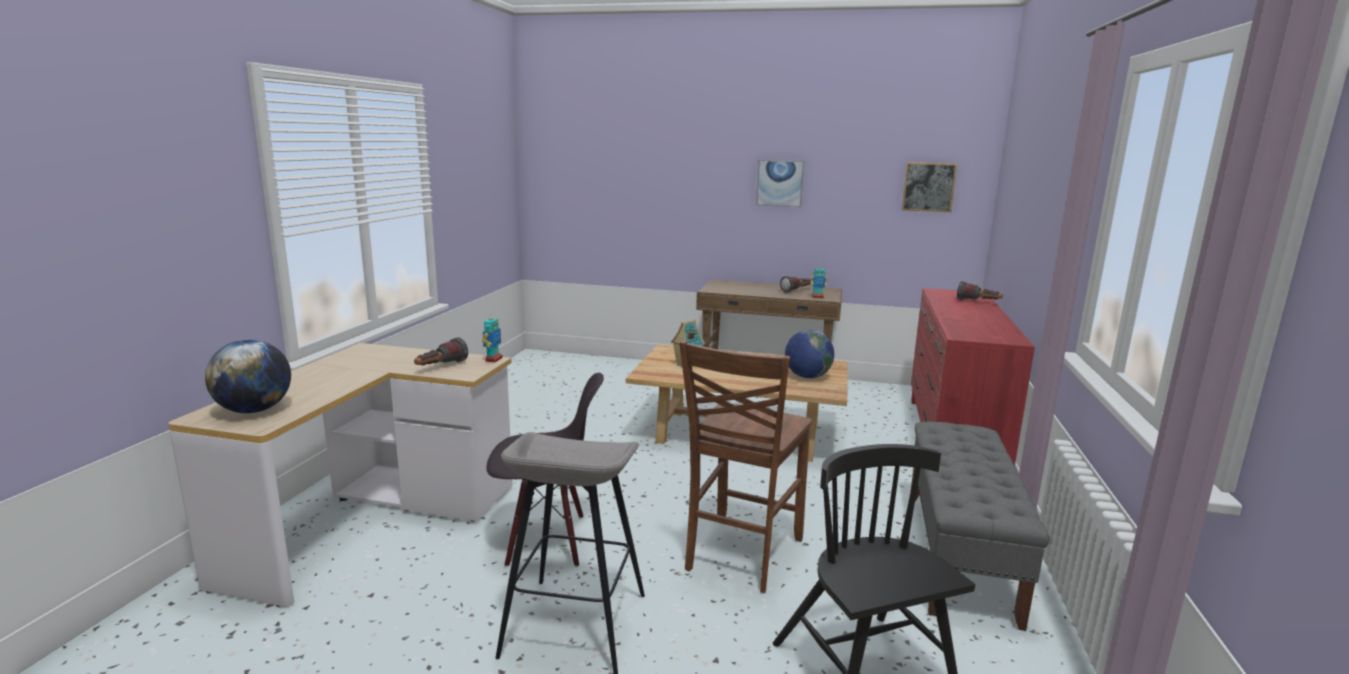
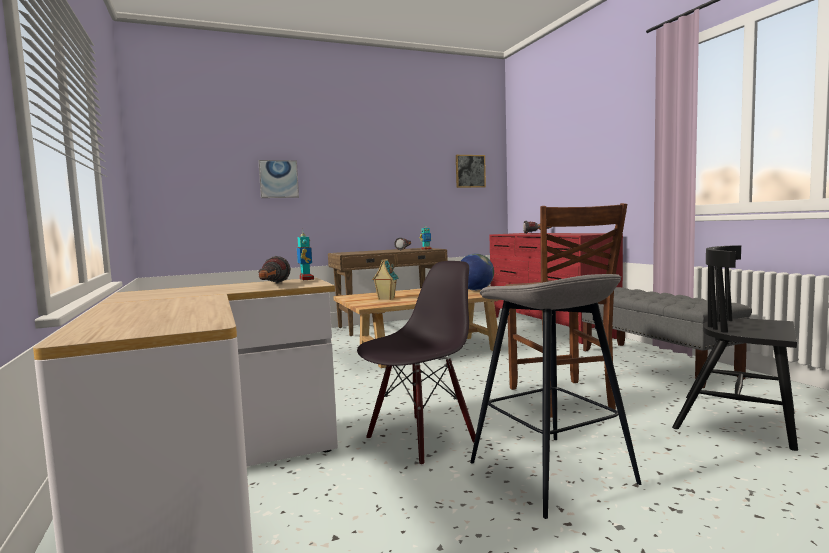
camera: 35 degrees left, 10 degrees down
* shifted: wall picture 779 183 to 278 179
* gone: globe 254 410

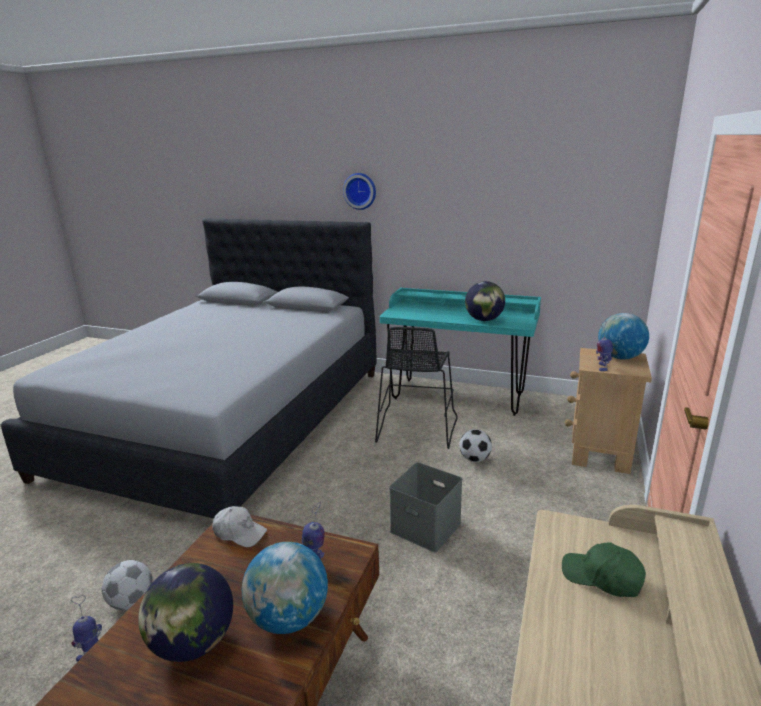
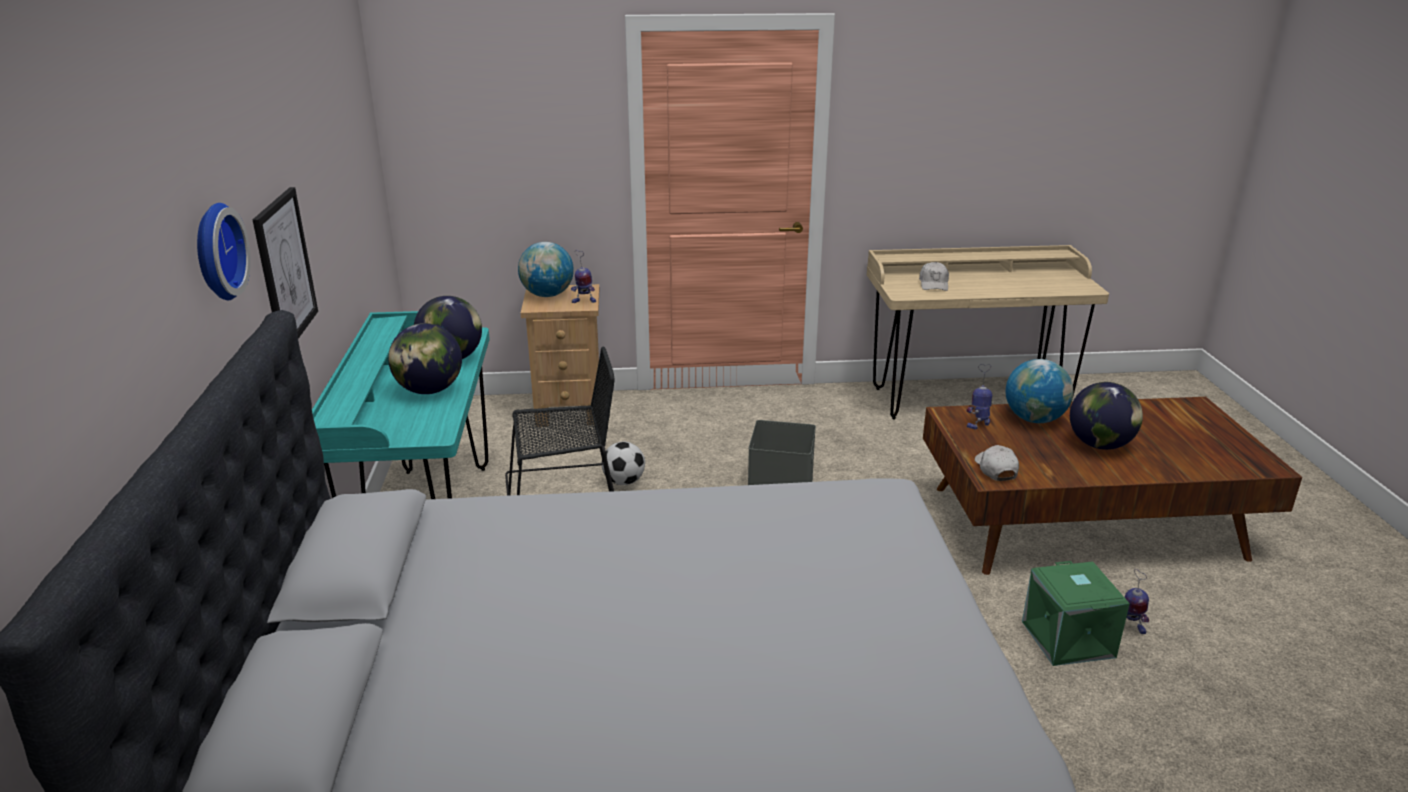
camera: 115 degrees left, 5 degrees up
* new: wall picture 285 269
* new: globe 429 390
* repainted: green-coloured cap 602 577 to white cap 934 284
* swapped: football ball 132 602 to green-coloured storage container 1066 639

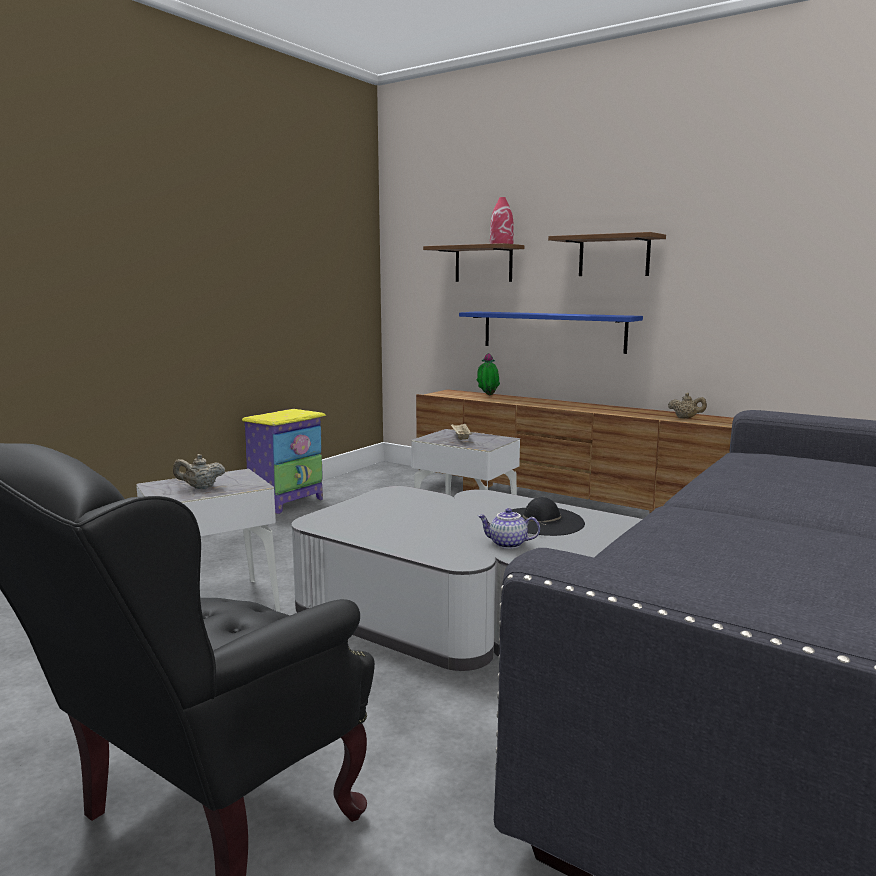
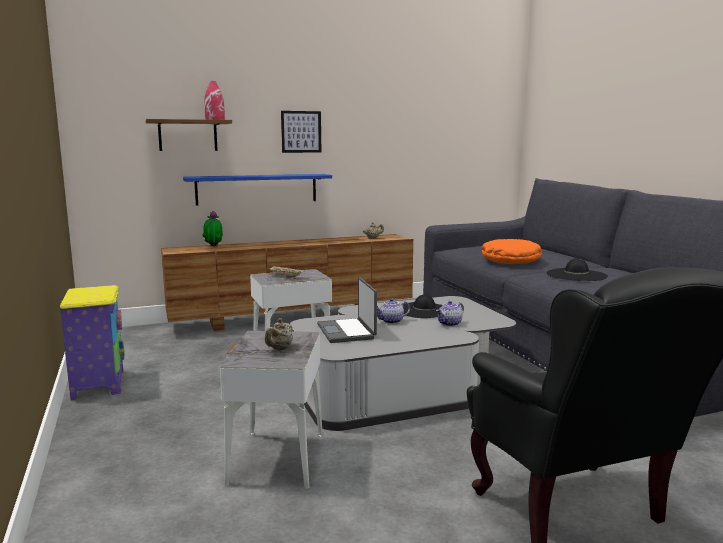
camera: 55 degrees left, 0 degrees up
* swapped: brown bracket shelf 614 256 to wall picture 301 132
* new: notebook computer 347 332
* new: tea pot 391 321
* new: orange-coloured throw pillow 510 261
* new: blackish wearable hat 576 275

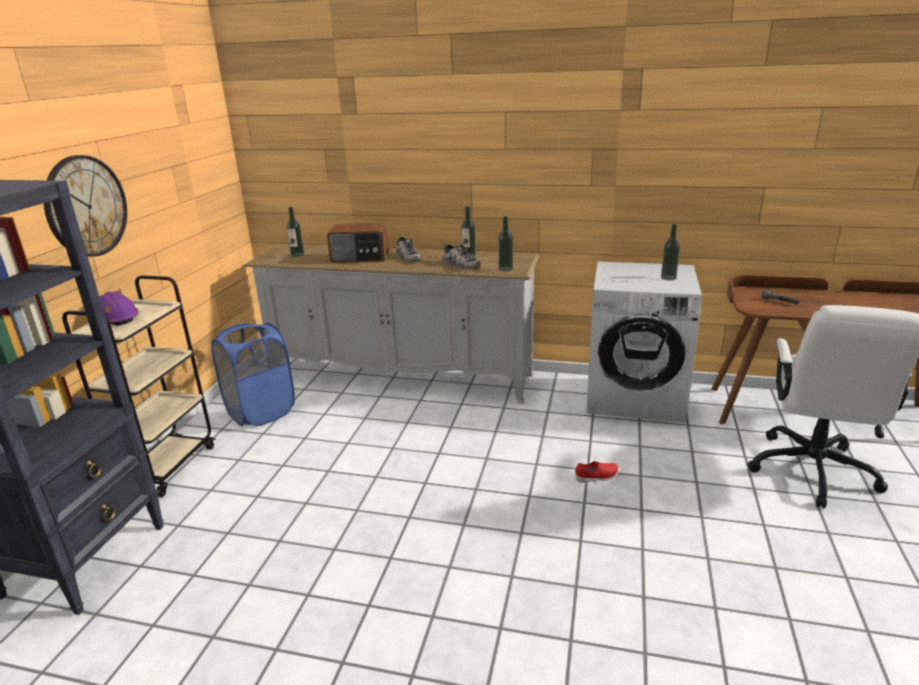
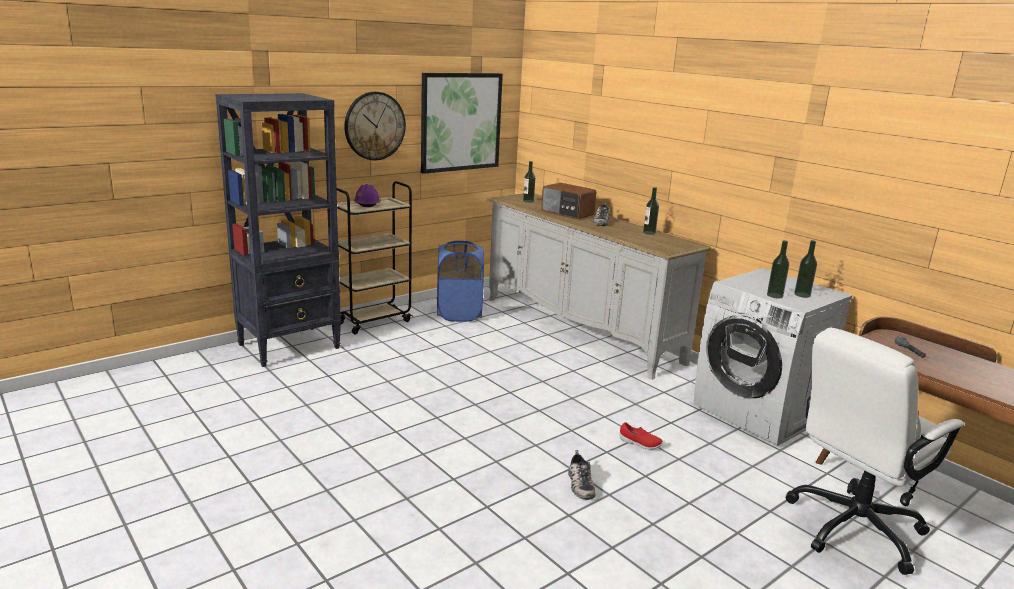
camera: 35 degrees right, 5 degrees down
* new: wall picture 460 122
* shifted: item of footwear 459 264 to 579 483
* shifted: bottle 505 269 to 774 295

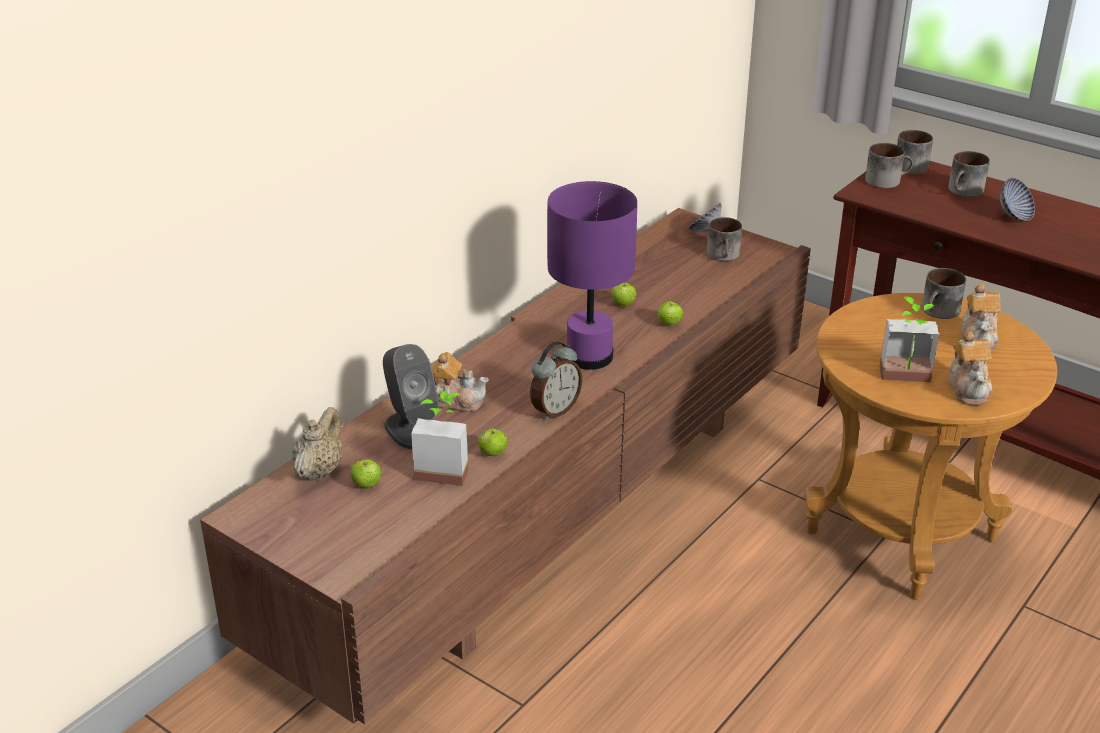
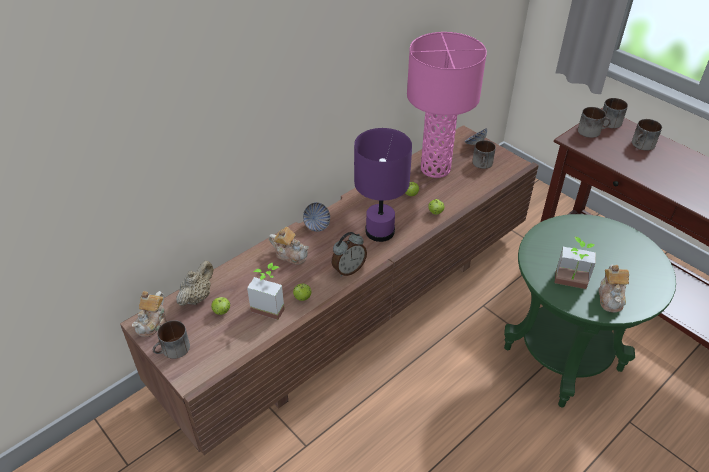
camera: 10 degrees right, 10 degrees up
* shifted: tea pot 978 339 to 153 322
* shifted: coffee mug 939 312 to 173 350
* shifted: bowl 1014 216 to 316 225
* new: pinkish table lamp 435 168
* repainted: brown accent table 901 535 to green-coloured accent table 562 358
* gone: gray speaker 411 429

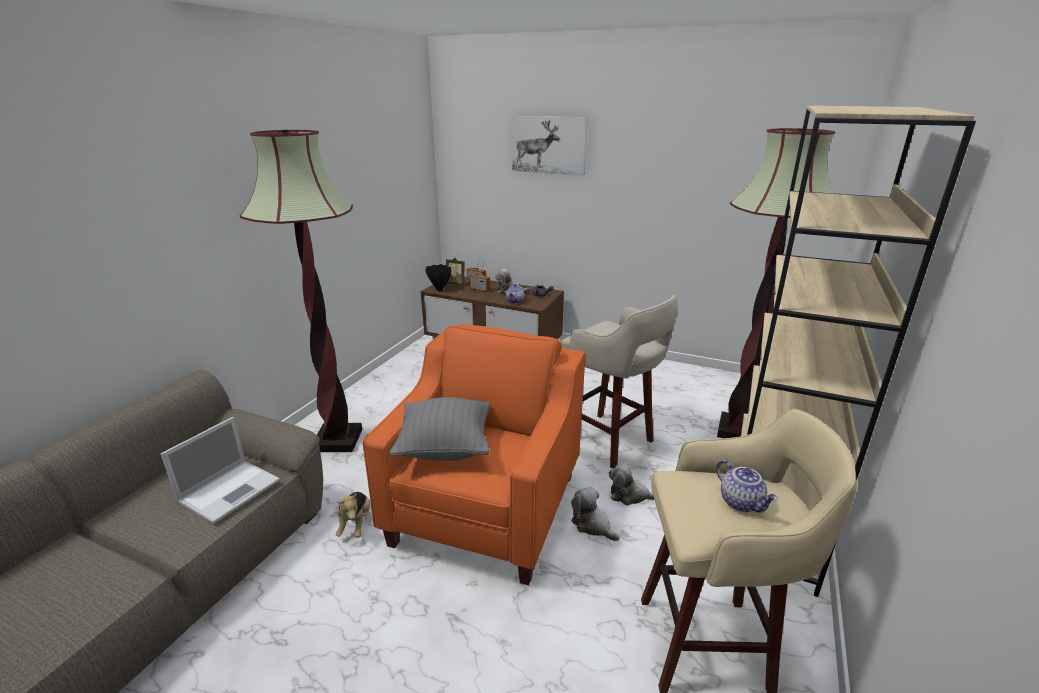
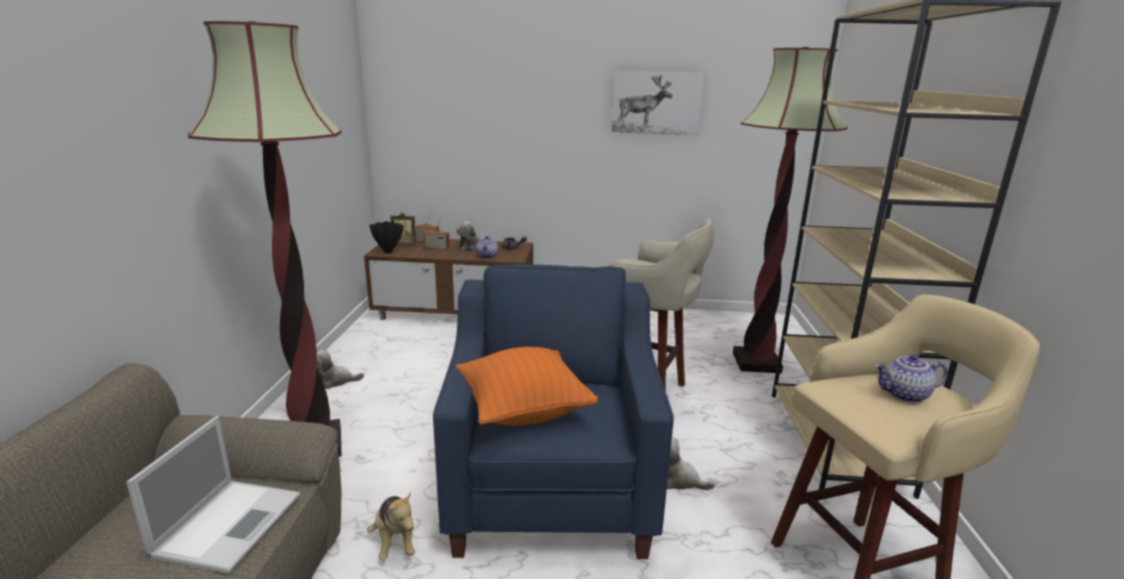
camera: 20 degrees left, 5 degrees down
* shifted: plush toy 630 495 to 334 381
* repainted: orange-coloured armchair 487 509 to blue armchair 551 487
* repainted: gray throw pillow 445 448 to orange-coloured throw pillow 523 411
* shifted: wall picture 549 145 to 656 102
* rotated: tea pot 742 502 = 905 395 135 degrees clockwise

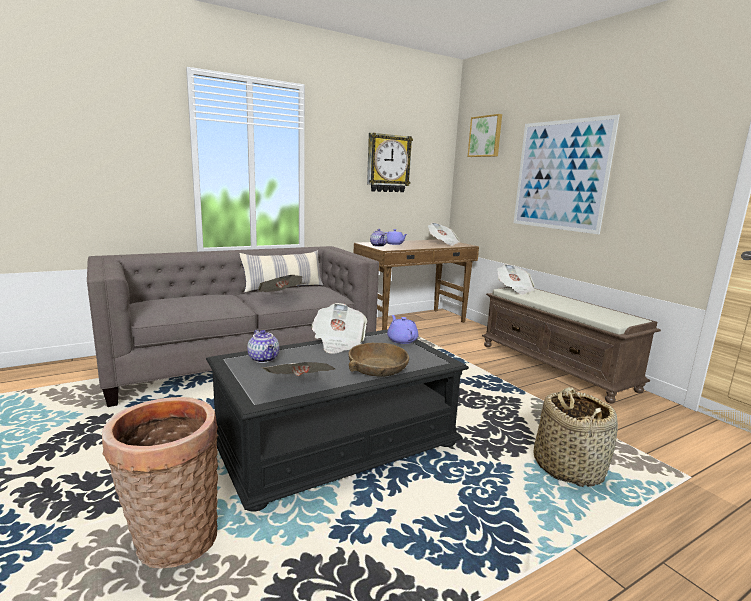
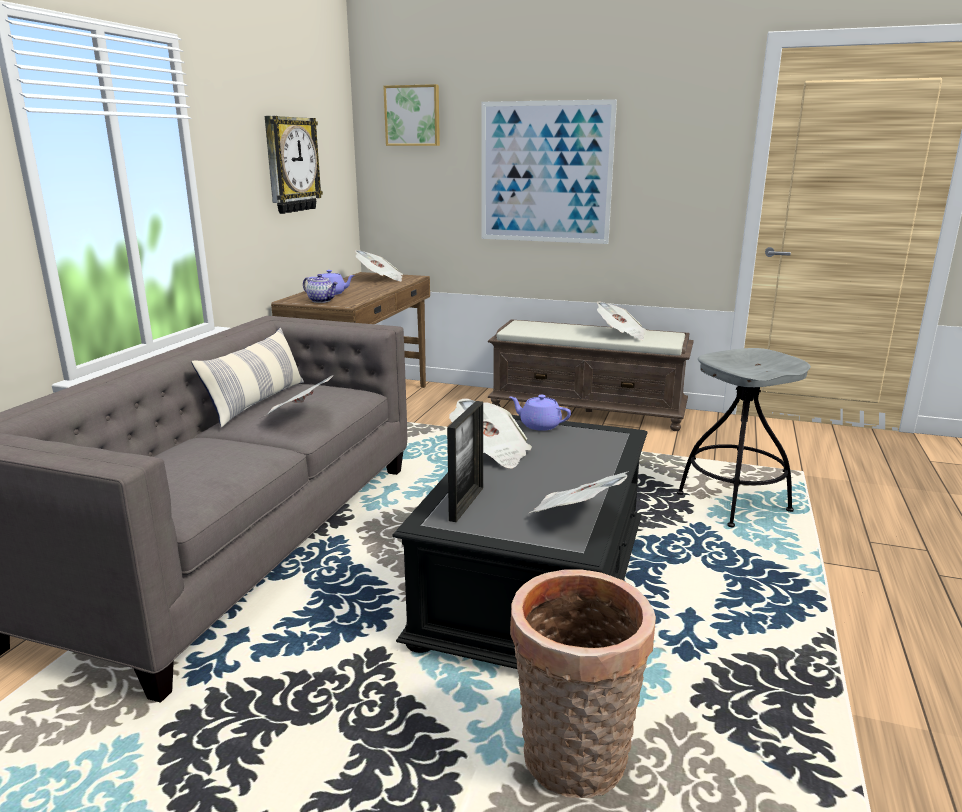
camera: 40 degrees left, 5 degrees up
* swapped: tea pot 264 359 to picture frame 466 504
* shifted: newspaper 514 290 to 621 335
* swapped: basket 568 467 to gray stool seat 734 502
* gone: brown bowl 377 369

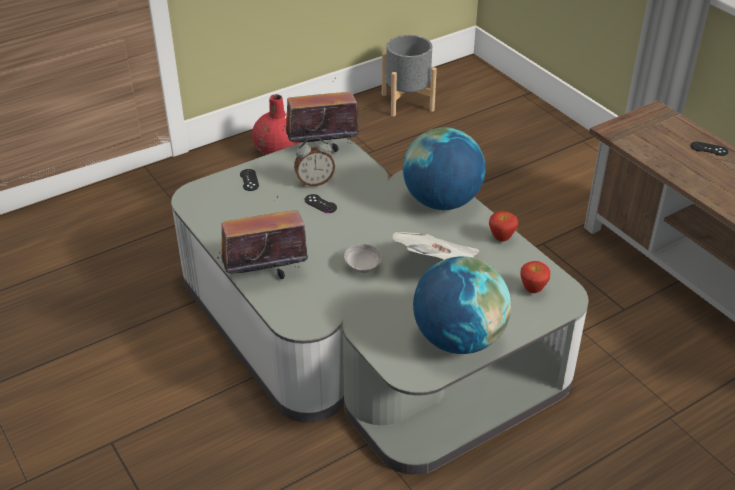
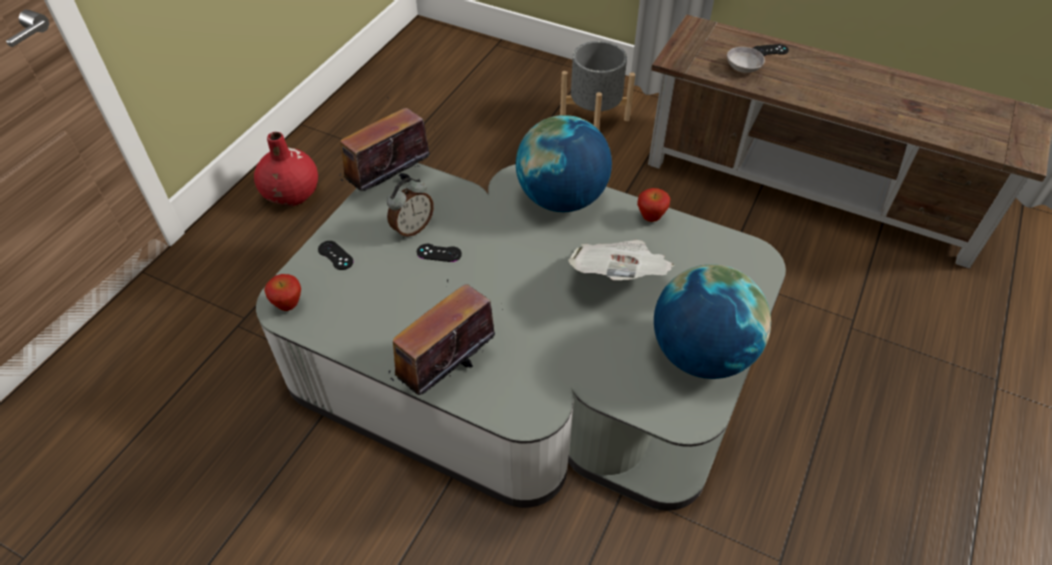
camera: 30 degrees left, 10 degrees up
* shifted: apple 533 290 to 288 305
* shifted: gray planter 407 102 to 595 119
* shifted: gray bowl 363 267 to 743 68

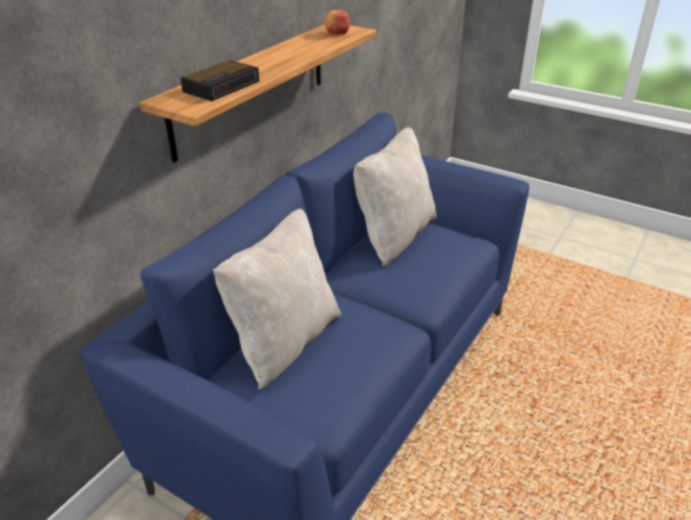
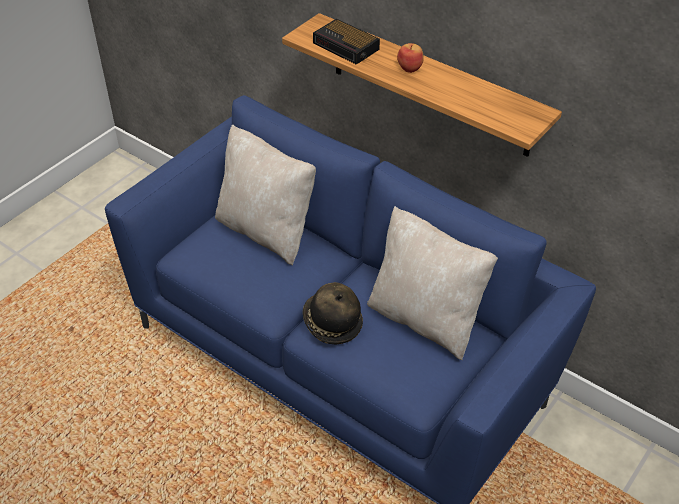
camera: 95 degrees right, 10 degrees up
* new: wearable hat 331 323
* shifted: apple 337 33 to 410 67

